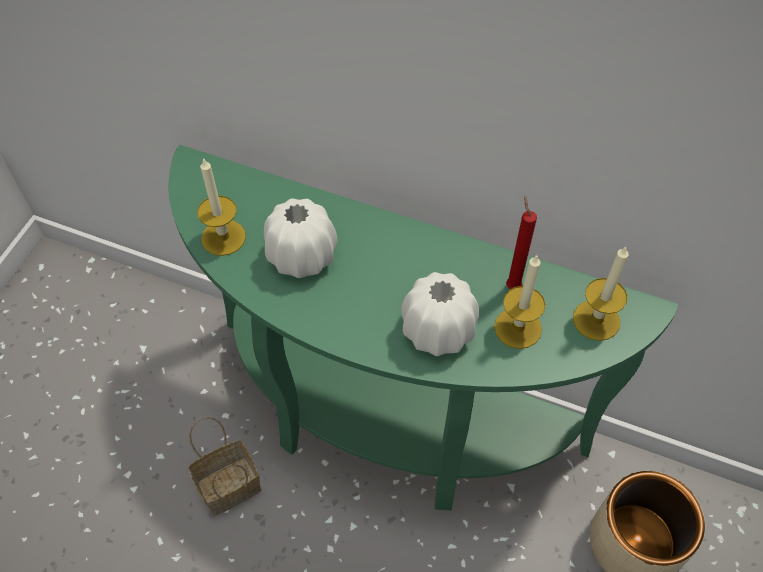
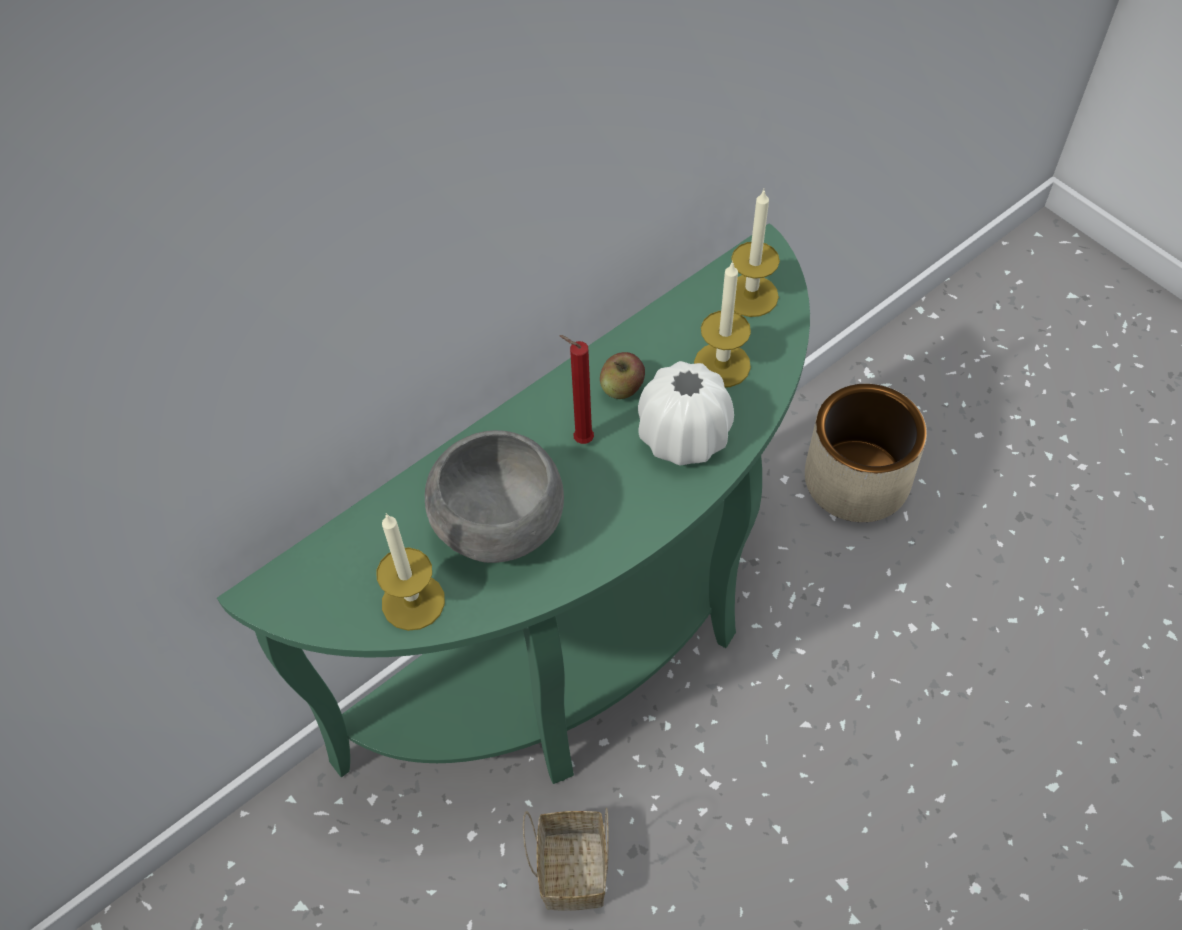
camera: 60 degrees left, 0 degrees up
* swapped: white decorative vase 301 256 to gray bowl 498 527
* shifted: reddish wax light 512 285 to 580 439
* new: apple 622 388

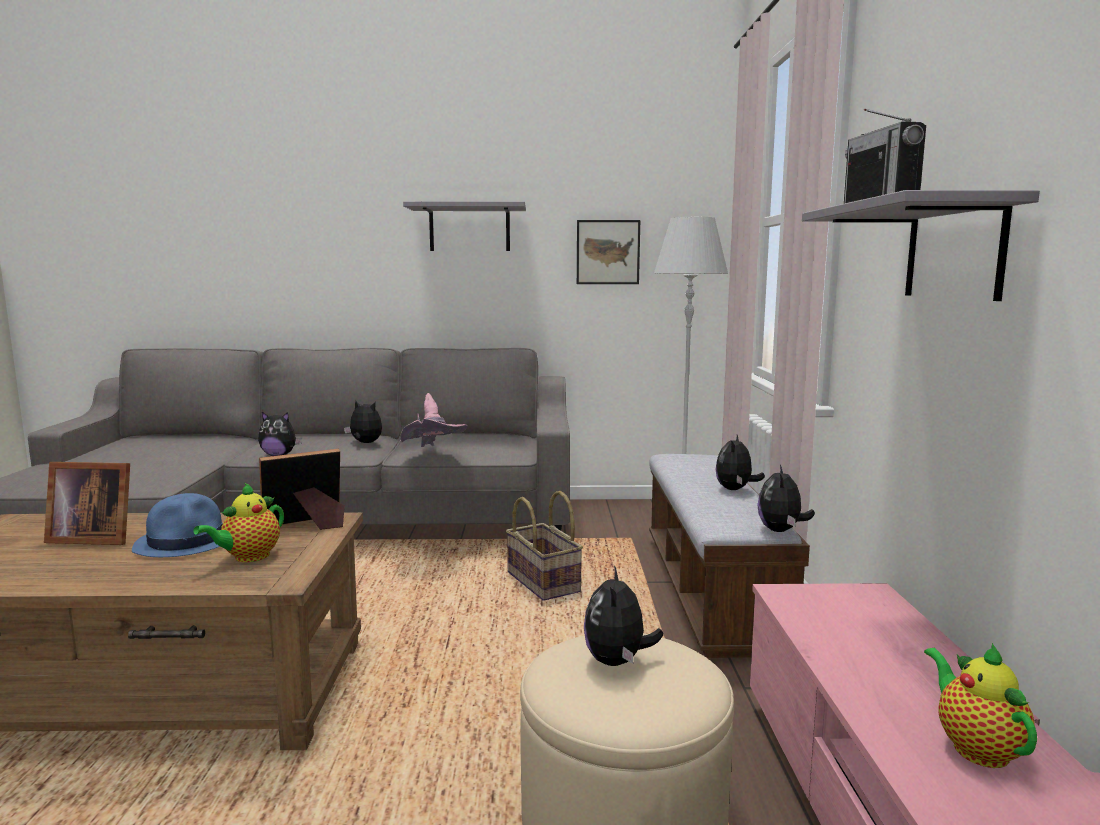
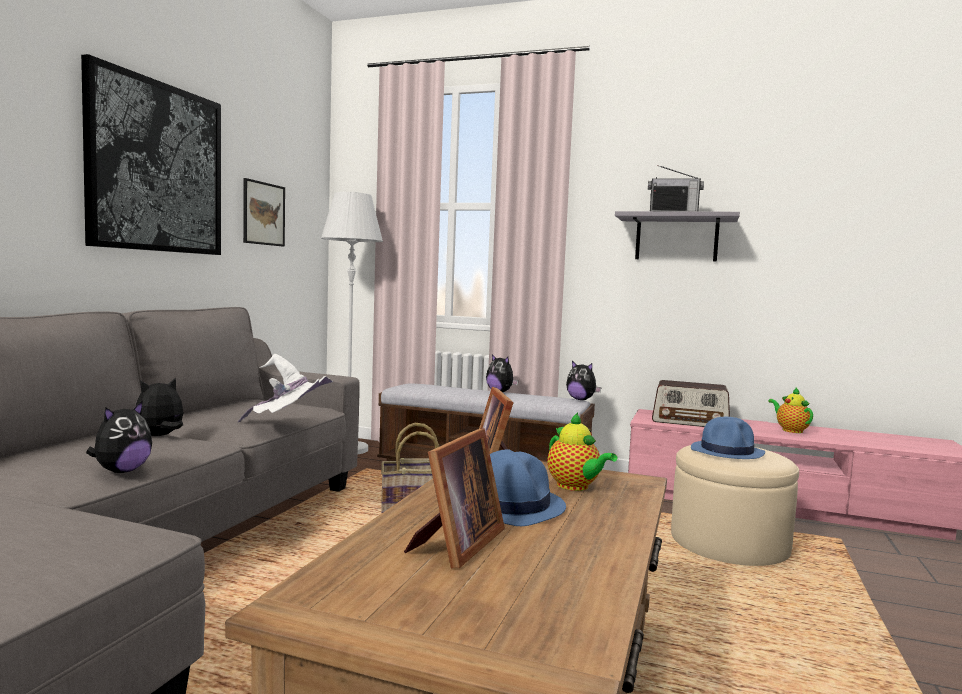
camera: 70 degrees left, 5 degrees down
* swapped: gray bracket shelf 469 228 to wall picture 156 167
* repainted: pinkish wearable hat 432 456 to white wearable hat 290 423
* new: radio set 690 422
* swapped: plush toy 617 661 to blue wearable hat 727 451
* rotated: tea pot 975 747 = 790 430 60 degrees clockwise

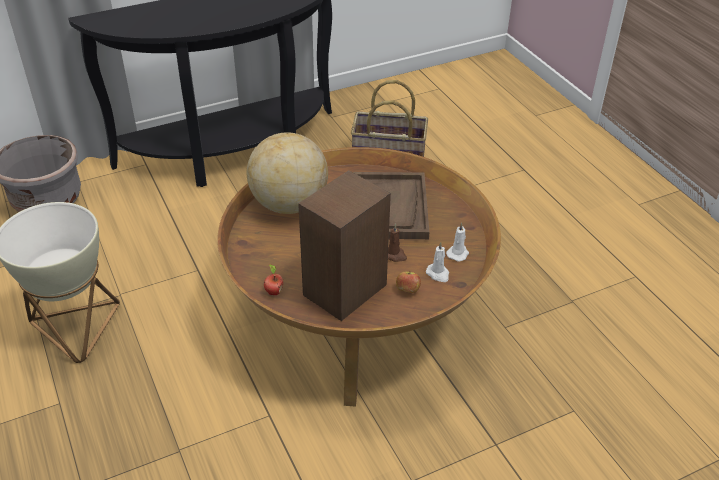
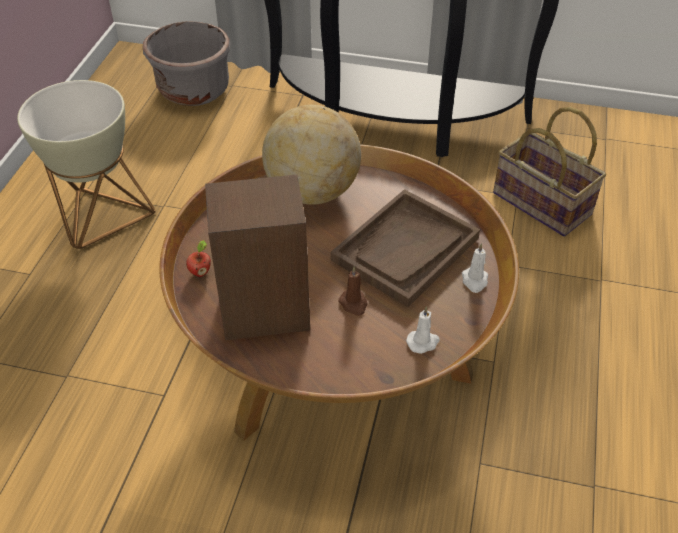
camera: 40 degrees right, 5 degrees up
* shifted: white wax light 438 274 to 474 281
* gone: apple 407 290

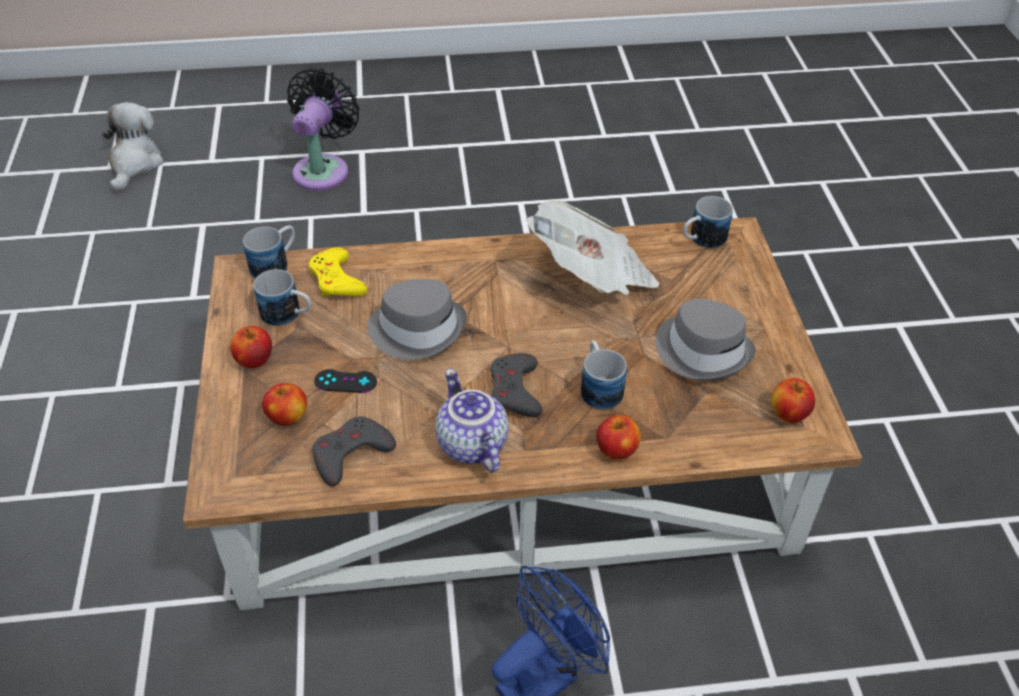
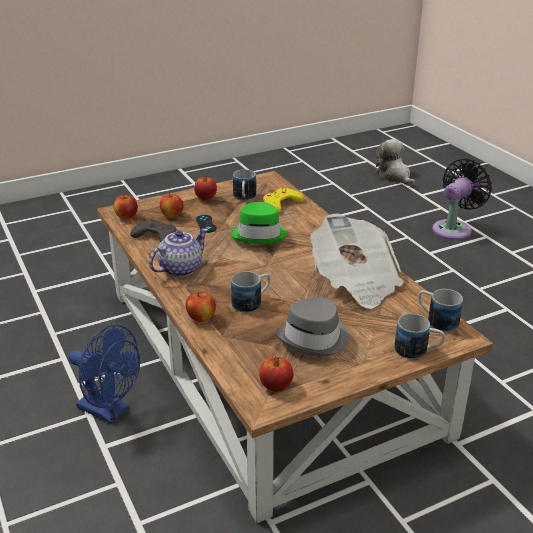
camera: 70 degrees right, 15 degrees down
* new: apple 126 217
* repainted: gray wearable hat 417 329 to green-coloured wearable hat 259 234
* rotated: plush toy 135 164 = 394 176 105 degrees counterclockwise
* shifted: coffee mug 276 264 to 418 351
* rotated: blackish fan 323 169 = 454 229 45 degrees counterclockwise
* gone: gray joypad 515 390

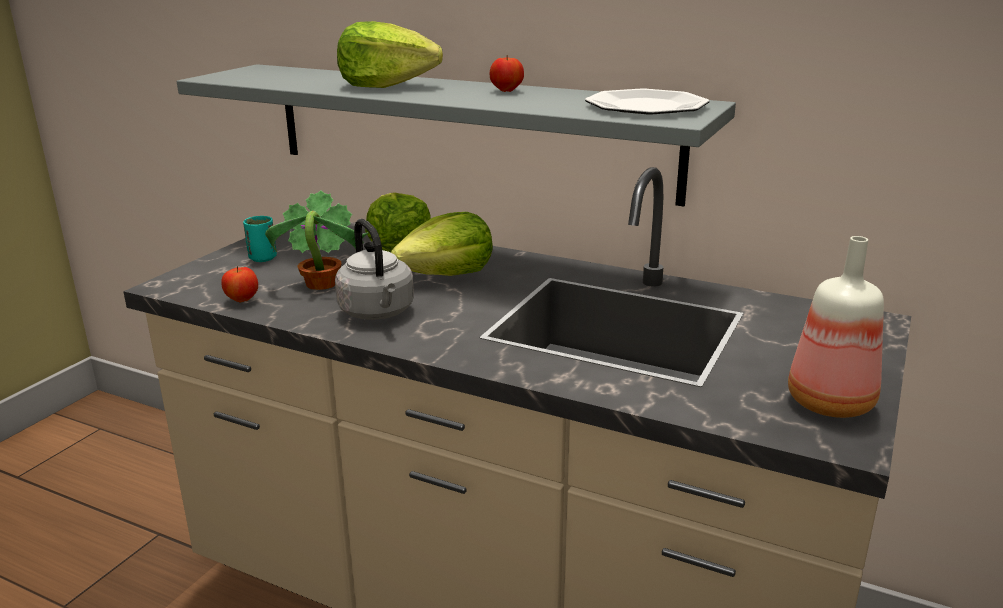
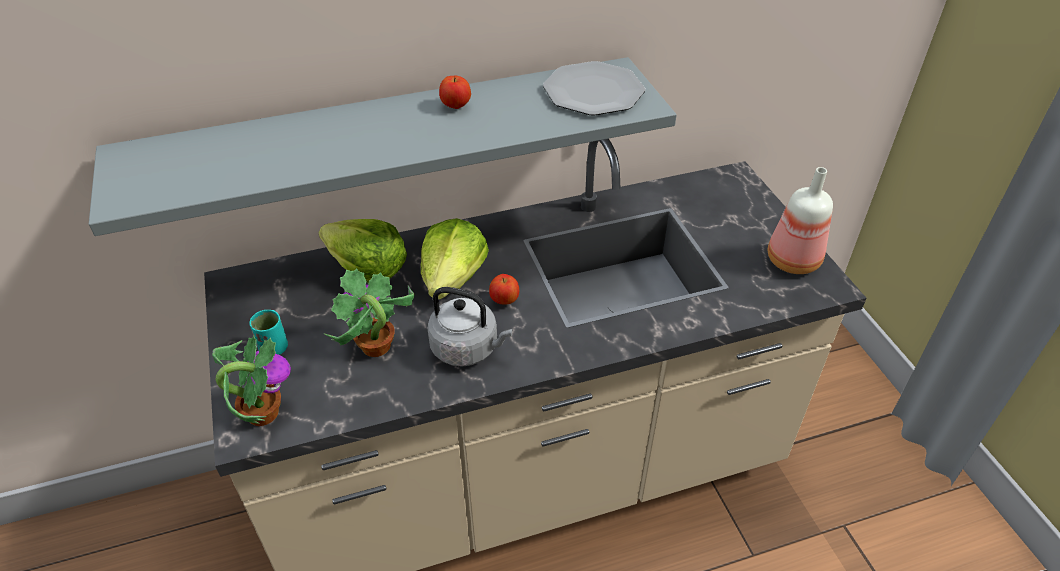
camera: 45 degrees left, 20 degrees up
* new: houseplant 262 412
* shifted: apple 242 300 to 504 300
* gone: lettuce 386 85

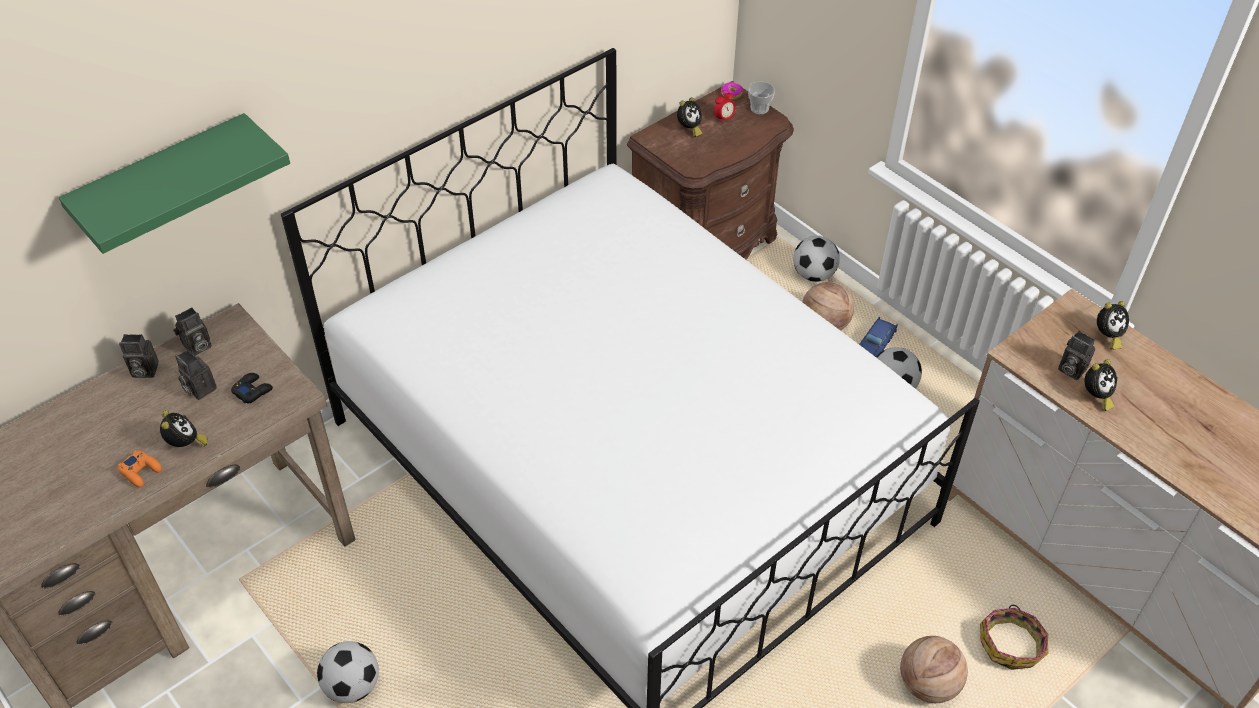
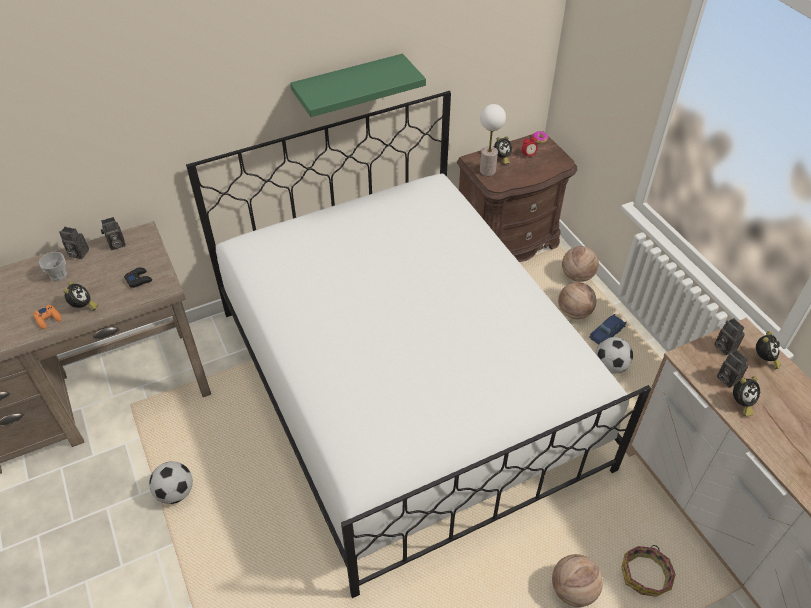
camera: 15 degrees right, 0 degrees up
* shifted: small cup 759 108 to 58 275
* shifted: green-coloured bracket shelf 164 181 to 348 86
* new: table lamp 487 171
* swapped: football ball 813 275 to ball for basketball 577 276
* shifted: still camera 199 388 to 723 346
* rotated: table clock 1107 337 = 764 359 45 degrees counterclockwise

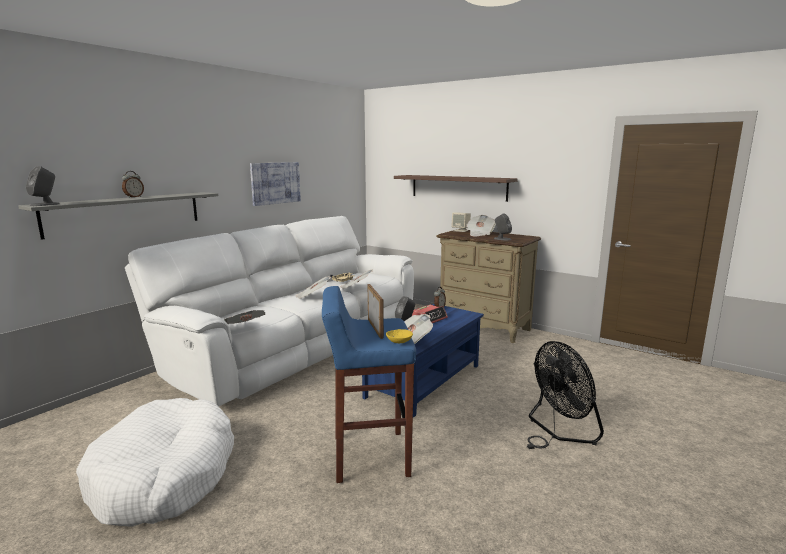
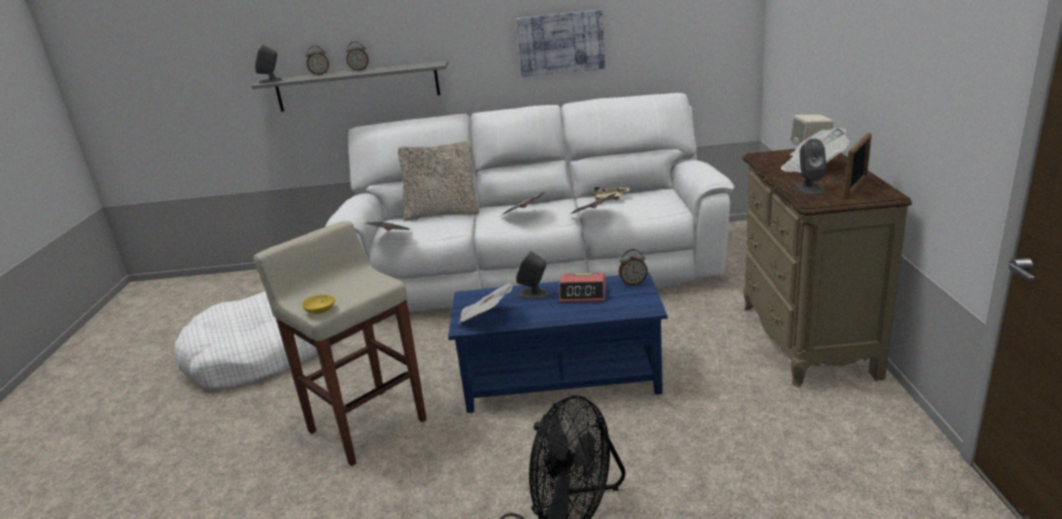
camera: 55 degrees right, 10 degrees up
* repainted: blue stool seat 369 456 to beige-coloured stool seat 366 425
* new: table clock 320 74
* new: beige-coloured throw pillow 442 212
* shifted: picture frame 375 328 to 855 188
* gone: bracket shelf 458 187

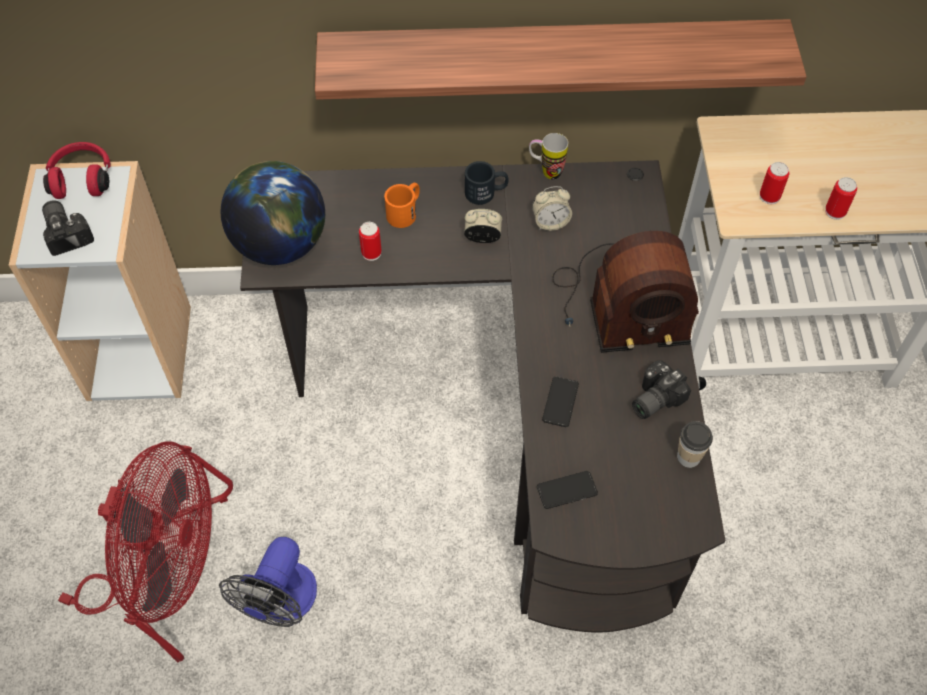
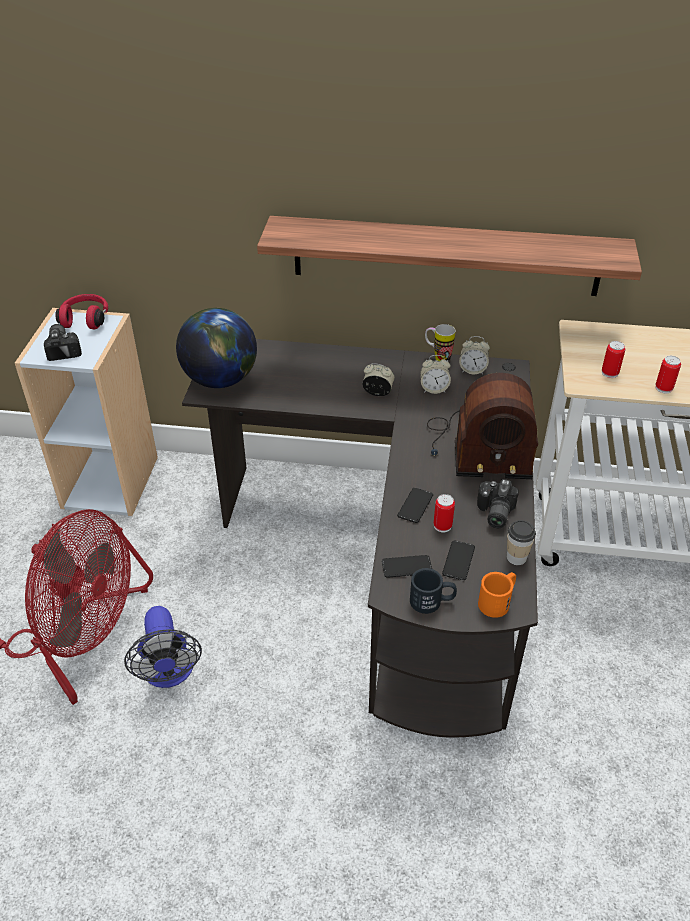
camera: 10 degrees right, 15 degrees down
* rotated: fan 281 603 = 169 673 45 degrees counterclockwise
* shifted: blackish coffee mug 486 192 to 432 601
* shifted: sealed can 371 253 to 442 525
* new: telephone 458 561
* new: table clock 472 370
* rotated: still camera 653 398 = 493 512 45 degrees counterclockwise
* shifted: orange-coloured coffee mug 405 211 to 498 601

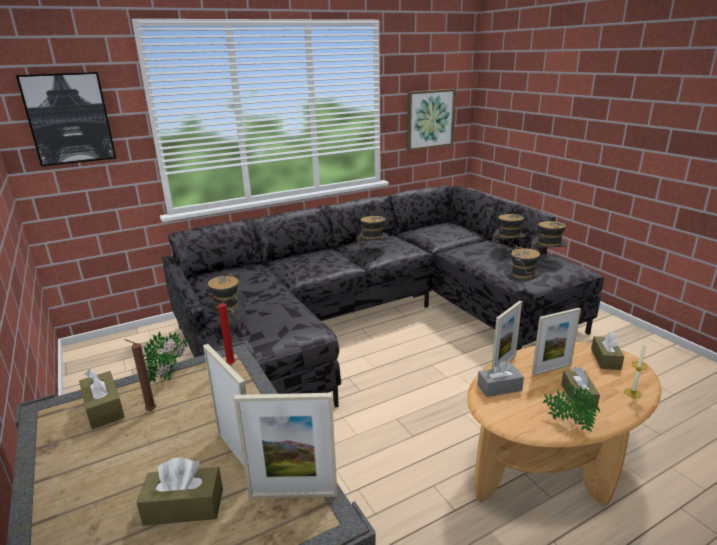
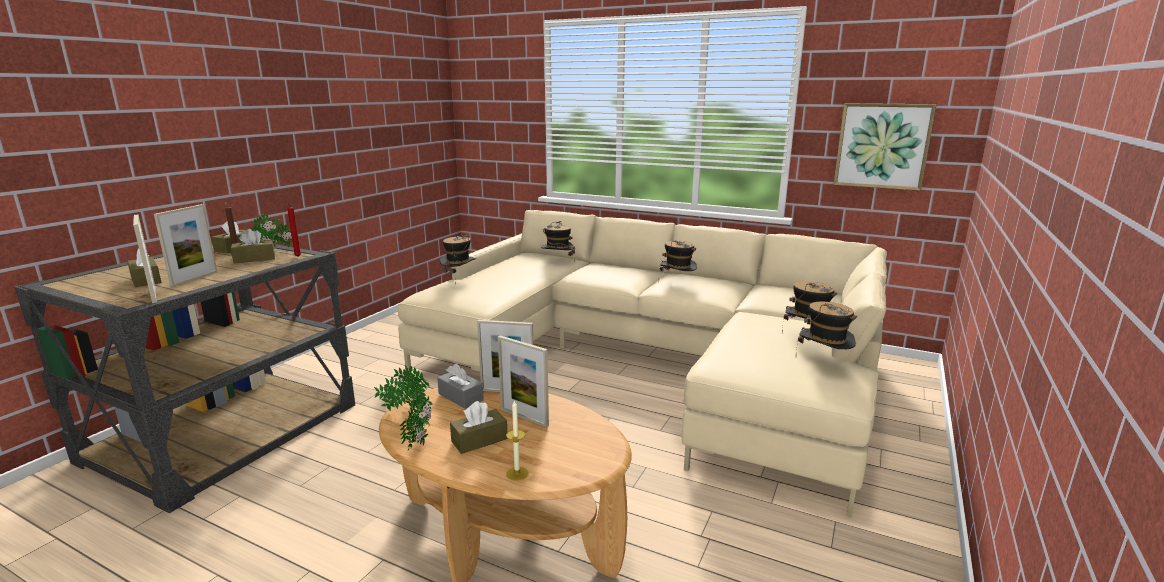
camera: 55 degrees right, 5 degrees down
* shifted: brown box of tissues 605 359 to 254 259
* new: houseplant 404 410
* repainted: blackish couch 372 320 to beige-coloured couch 652 364
* shifted: wearable hat 521 291 to 558 263
* gone: wall picture 69 118

